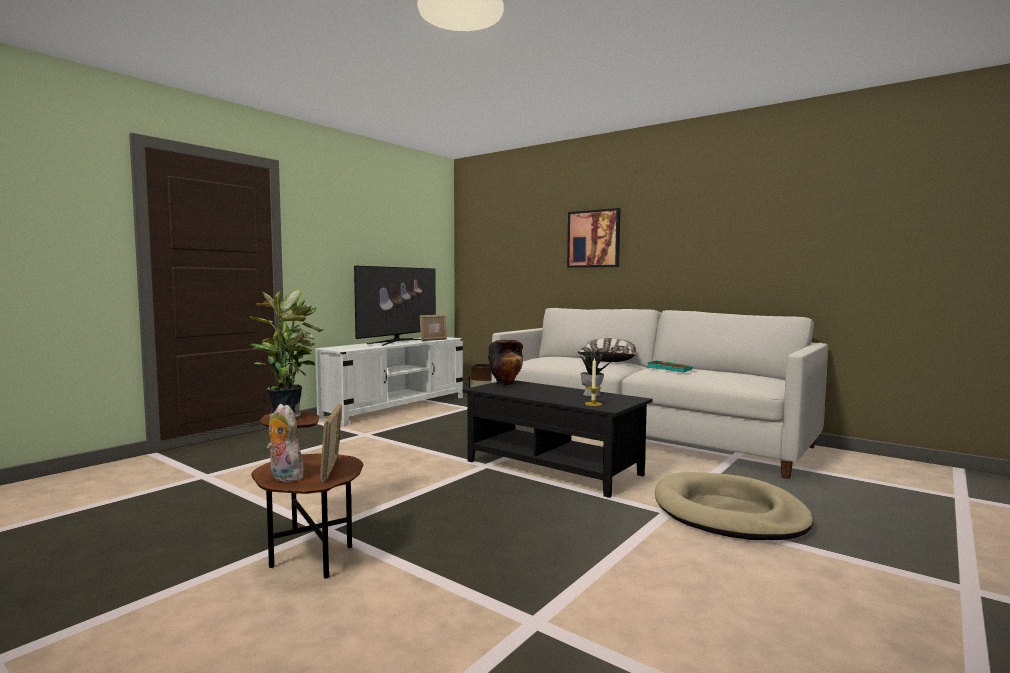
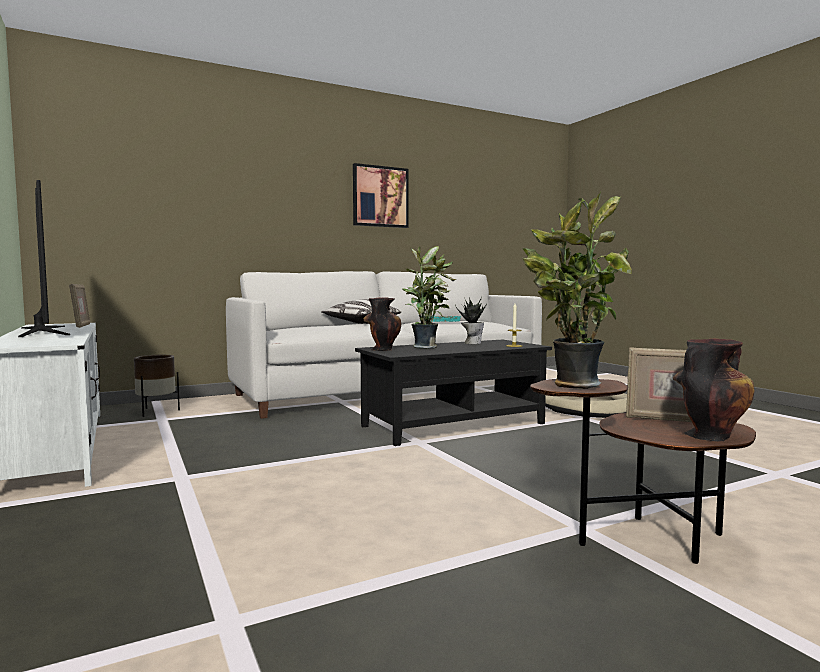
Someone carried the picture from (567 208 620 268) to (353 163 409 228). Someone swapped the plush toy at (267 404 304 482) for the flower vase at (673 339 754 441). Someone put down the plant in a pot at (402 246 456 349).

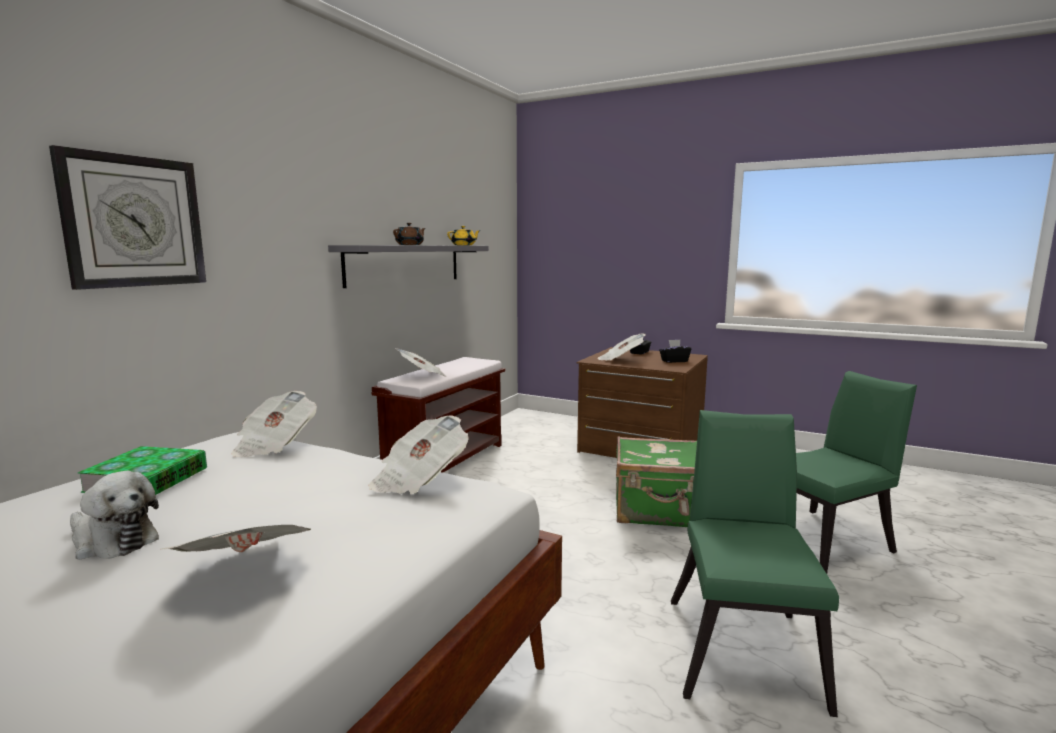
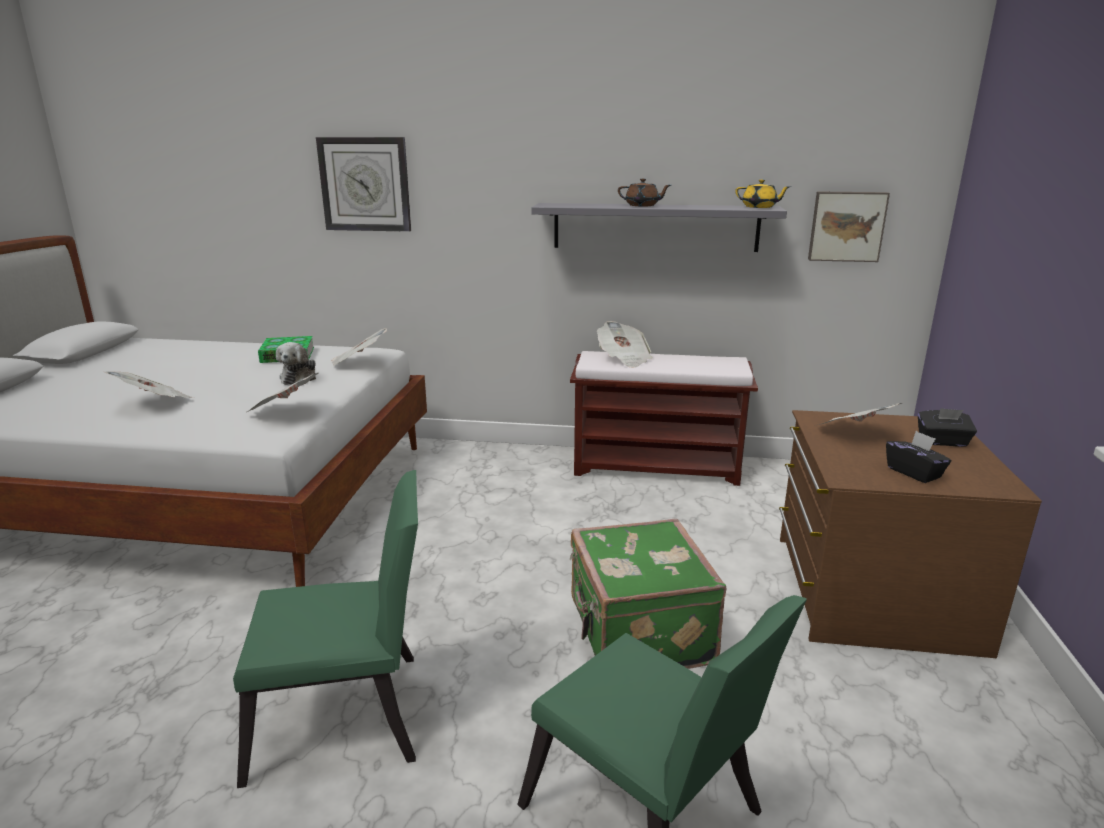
Someone carried the plush toy from (70 471 159 559) to (276 342 316 385). Someone put up the picture at (808 191 890 262).

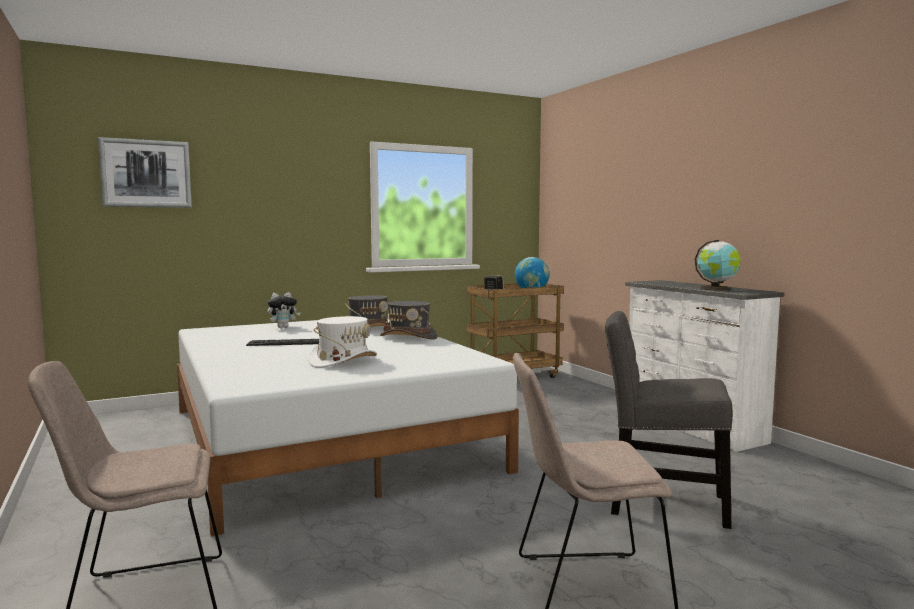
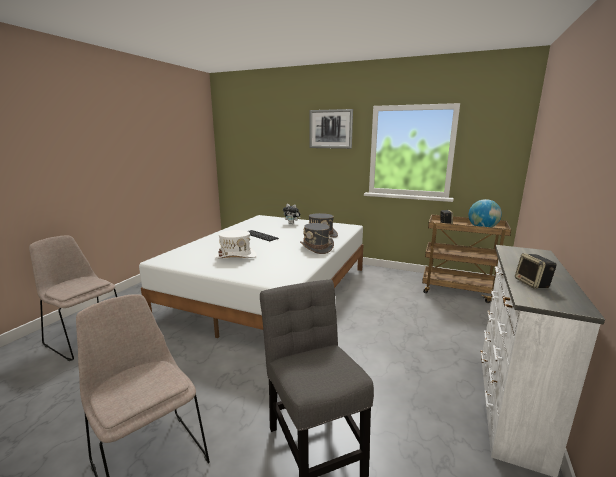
Someone carried the picture from (98 137 192 208) to (309 109 353 149). Someone swapped the globe at (695 240 741 291) for the speaker at (515 253 557 289).

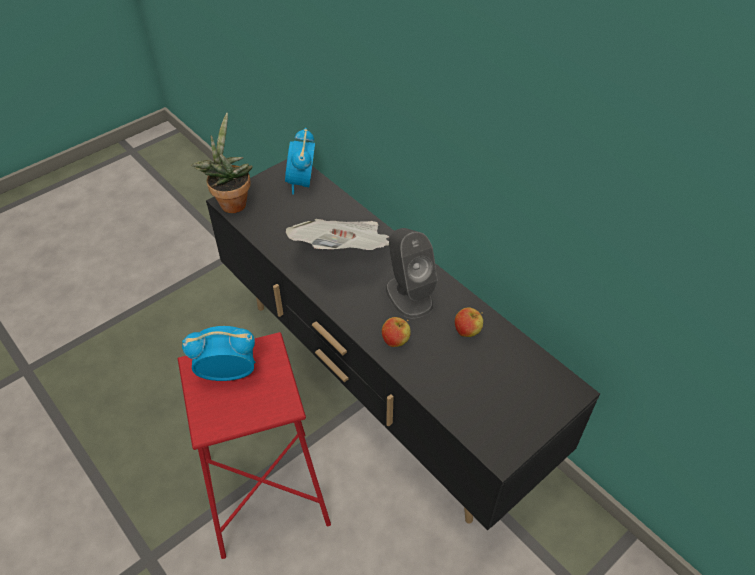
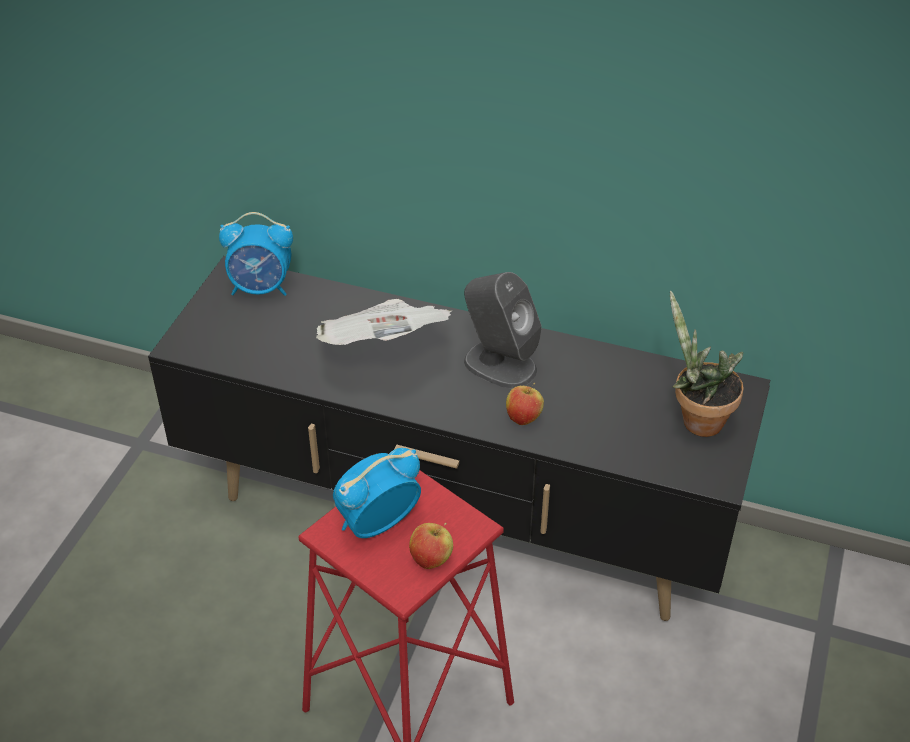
Someone carried the plant in a pot from (191 113 253 213) to (670 291 744 437). Someone rotated the bedside clock at (285 128 315 194) by 60 degrees counterclockwise. Someone carried the apple fruit from (455 307 483 337) to (409 523 453 569).

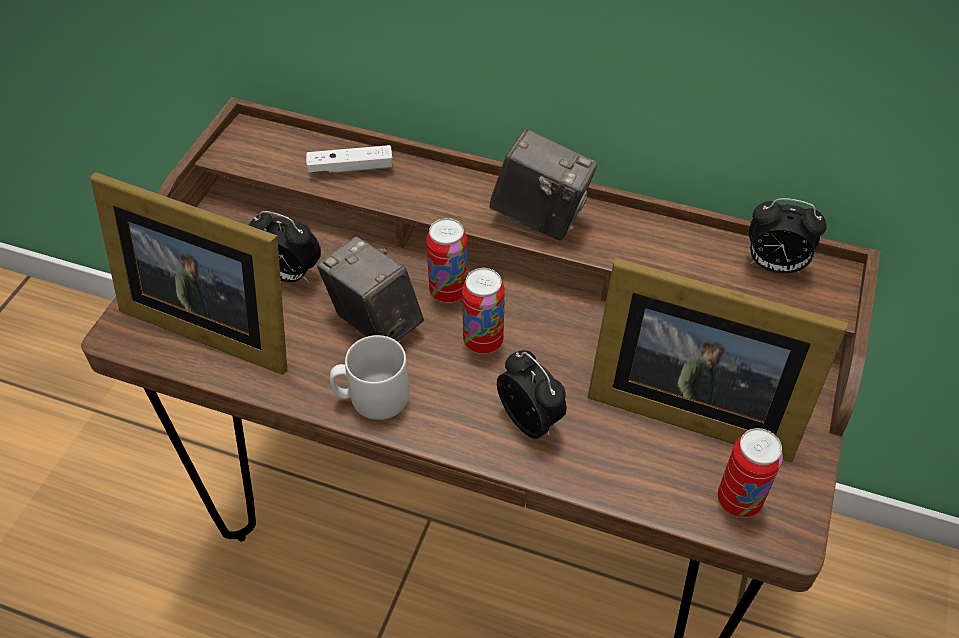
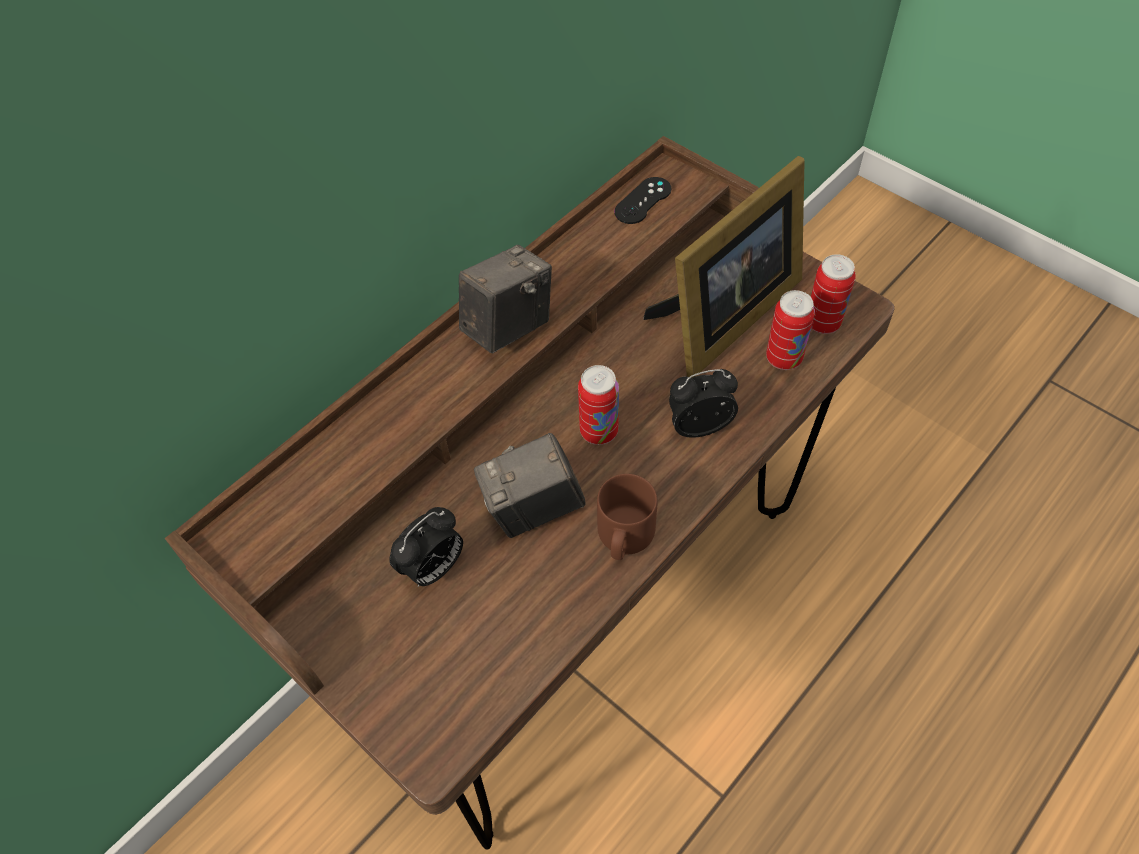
Someone took away the white joypad at (306 145 393 173). Someone took away the photo frame at (90 172 287 375). Someone swapped the bedside clock at (749 198 827 273) for the black-coloured joypad at (614 177 671 224). Someone carried the can from (426 218 468 303) to (766 290 815 370). Someone repainted the gray coffee mug at (330 335 410 420), which became the brown-coloured coffee mug at (597 474 658 560).

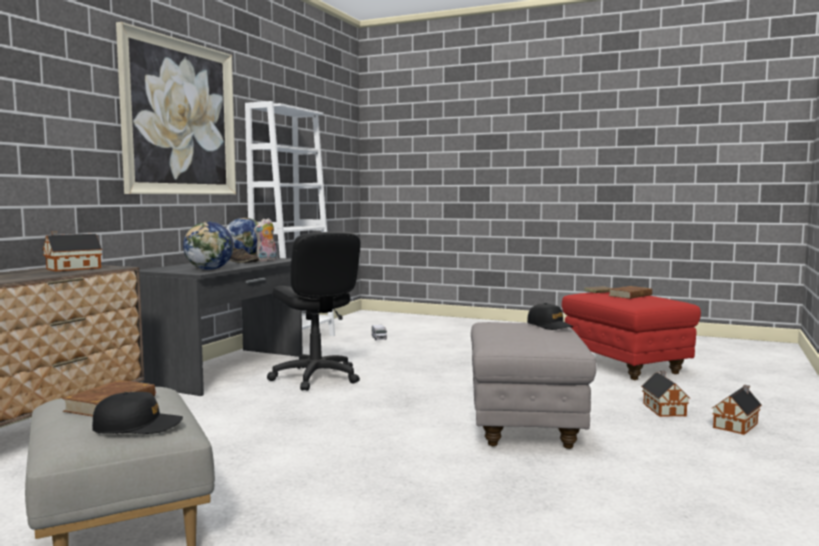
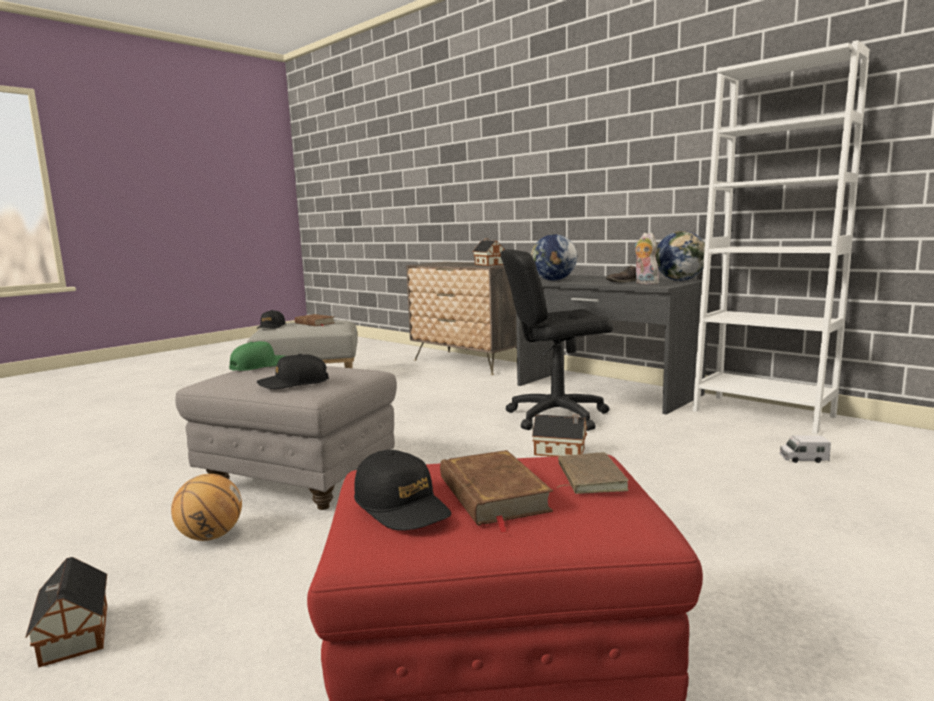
Someone took away the picture at (116 22 236 195). Someone carried the model house from (641 370 690 417) to (532 414 587 457). Someone put down the greenish peaked cap at (229 341 284 371). Someone put down the black-coloured peaked cap at (354 450 451 531). Someone put down the basketball ball at (171 474 242 541).

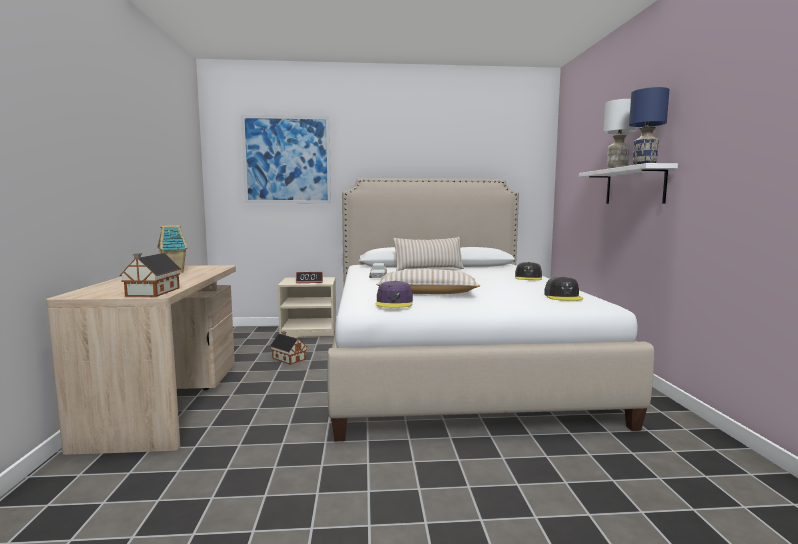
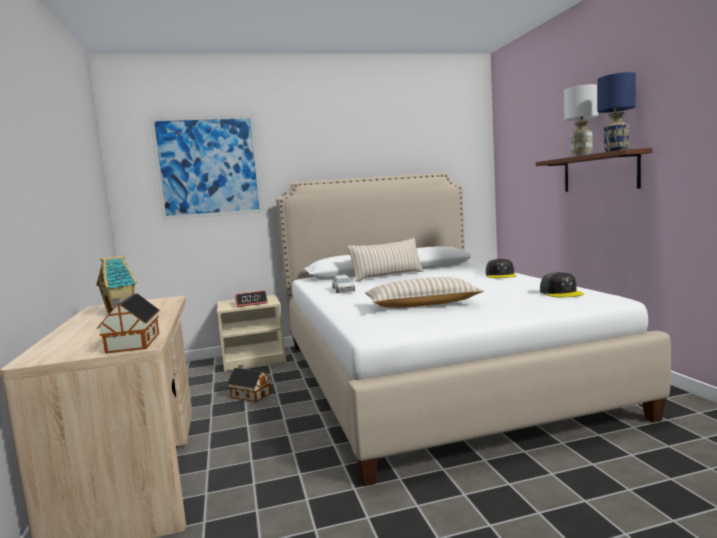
Someone repainted the white wall shelf at (579 163 678 204), which became the brown-coloured wall shelf at (536 148 653 192). Someone took away the purple peaked cap at (376 281 413 308).

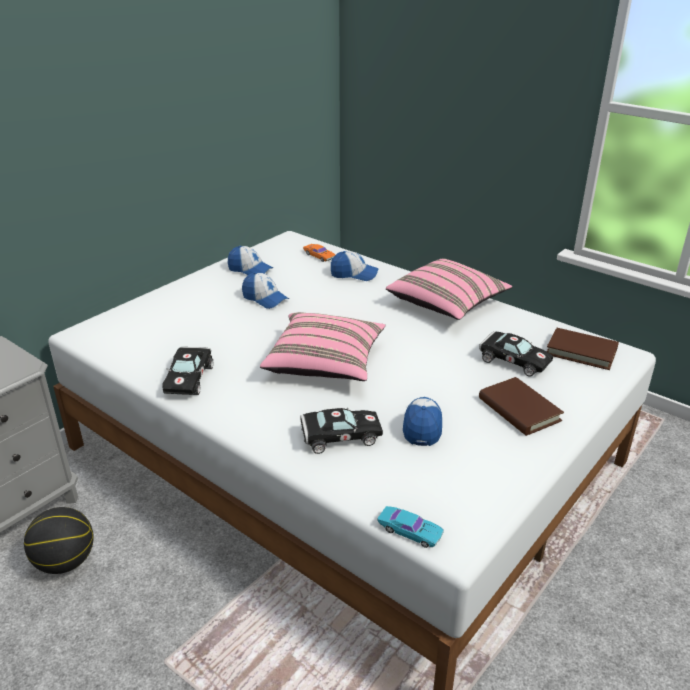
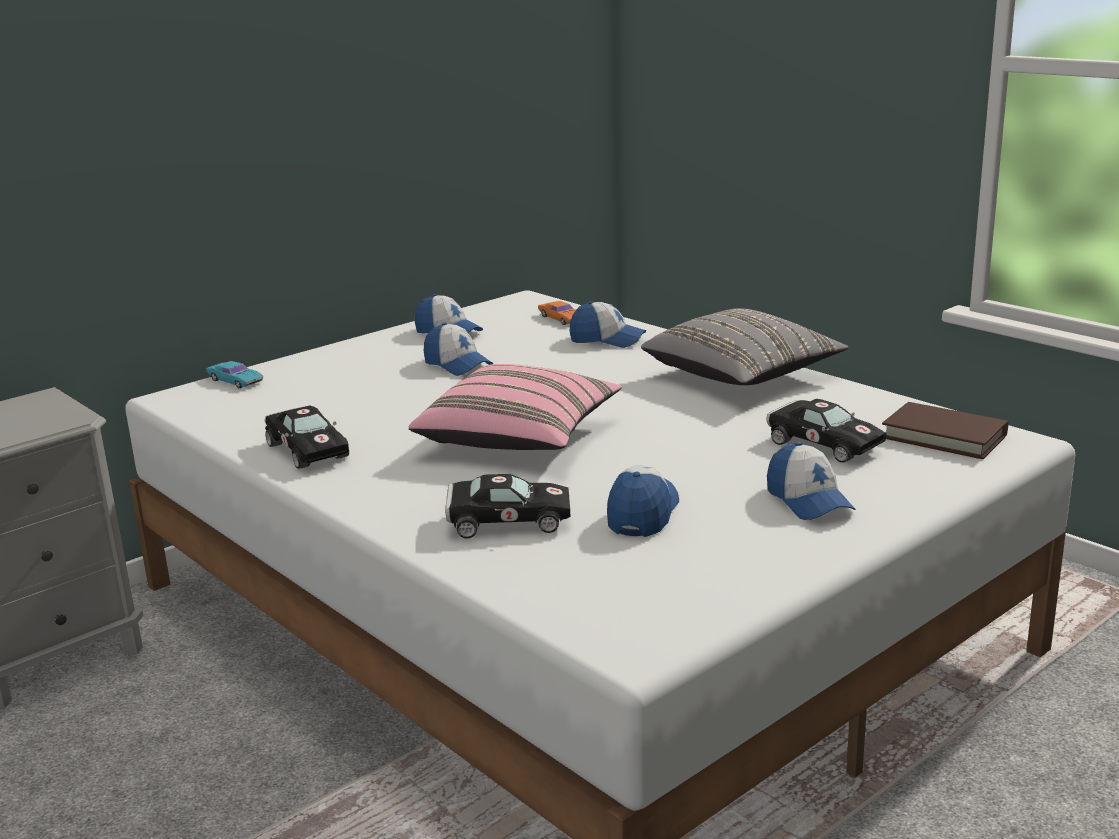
Someone repainted the pink-coloured throw pillow at (386 258 512 320), which became the gray throw pillow at (641 308 848 385). Someone rotated the black-coloured toy car at (162 347 213 395) by 45 degrees counterclockwise. Someone swapped the brown-coloured volume at (479 377 564 436) for the peaked cap at (767 442 856 520). Someone carried the turquoise toy car from (377 506 444 548) to (206 361 263 388). Someone took away the basketball ball at (24 507 94 574).

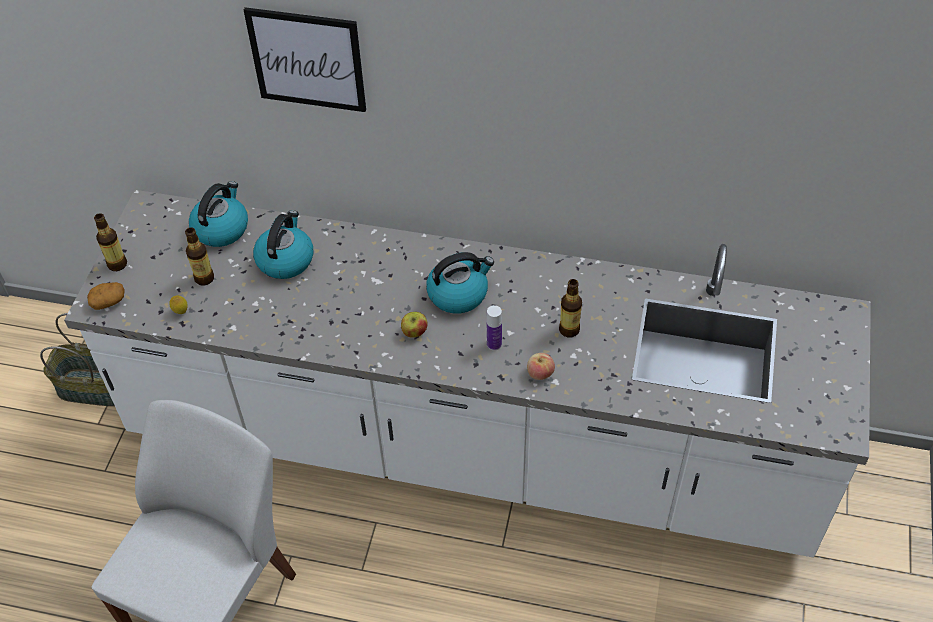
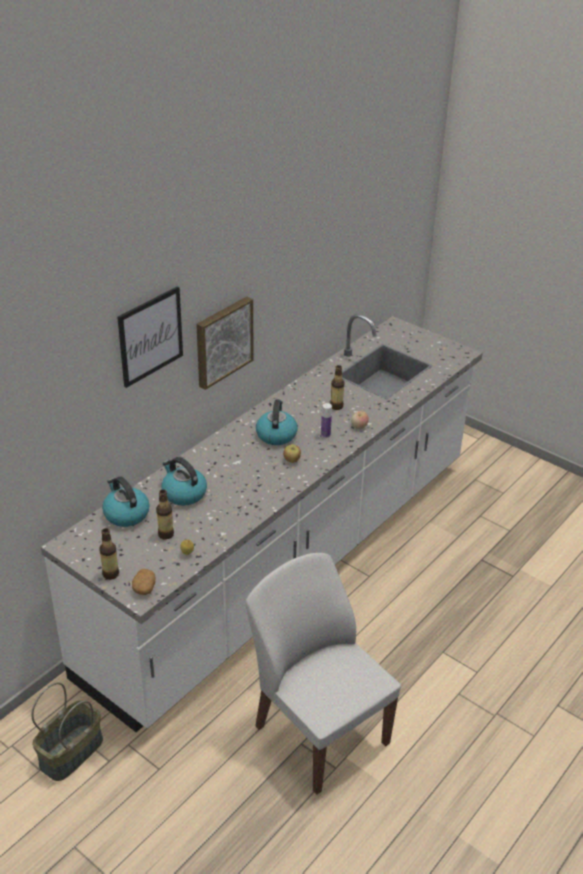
Someone put up the picture at (196 297 253 390).

